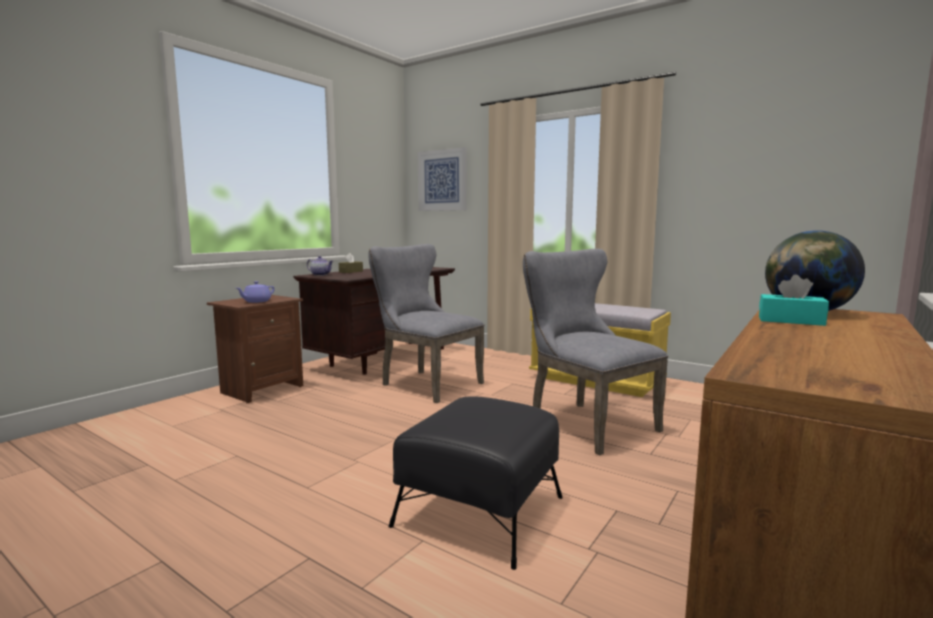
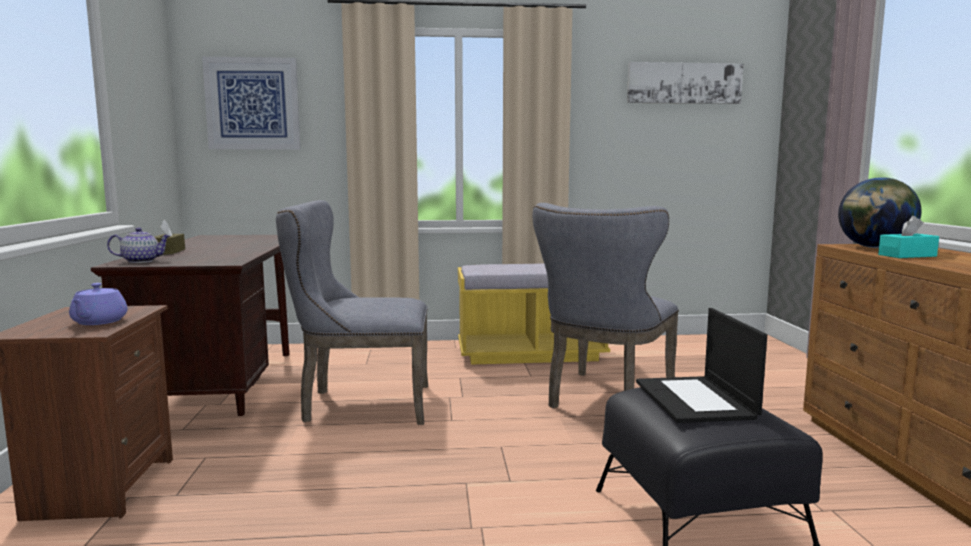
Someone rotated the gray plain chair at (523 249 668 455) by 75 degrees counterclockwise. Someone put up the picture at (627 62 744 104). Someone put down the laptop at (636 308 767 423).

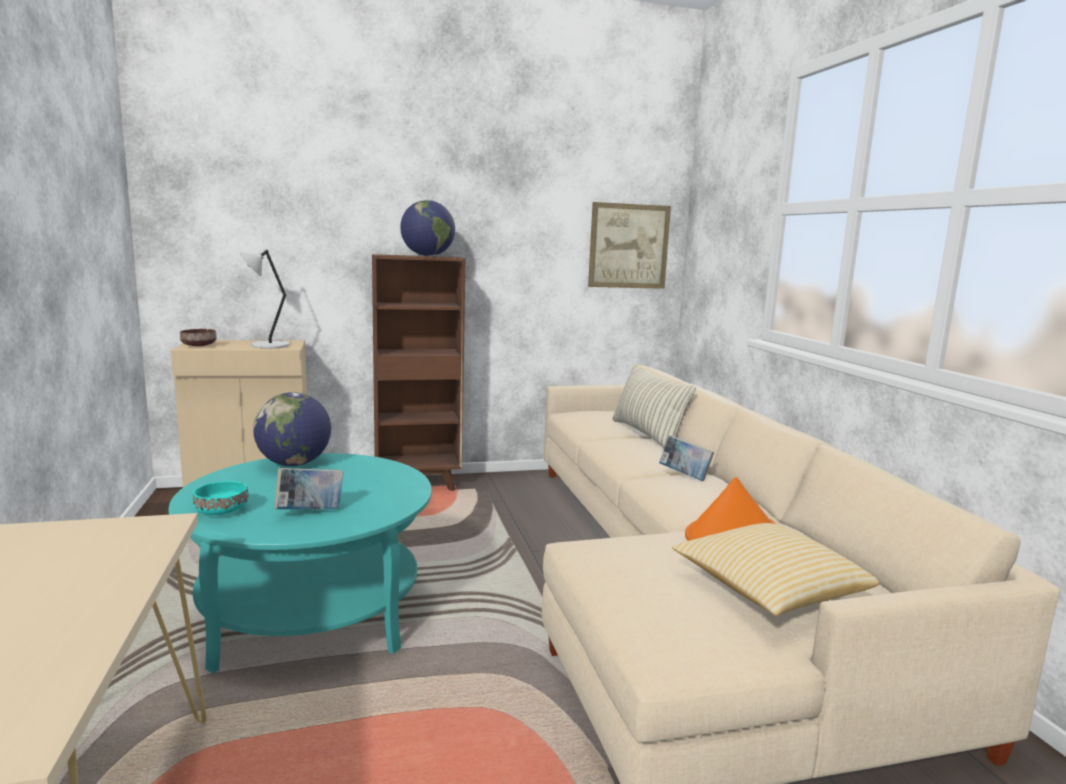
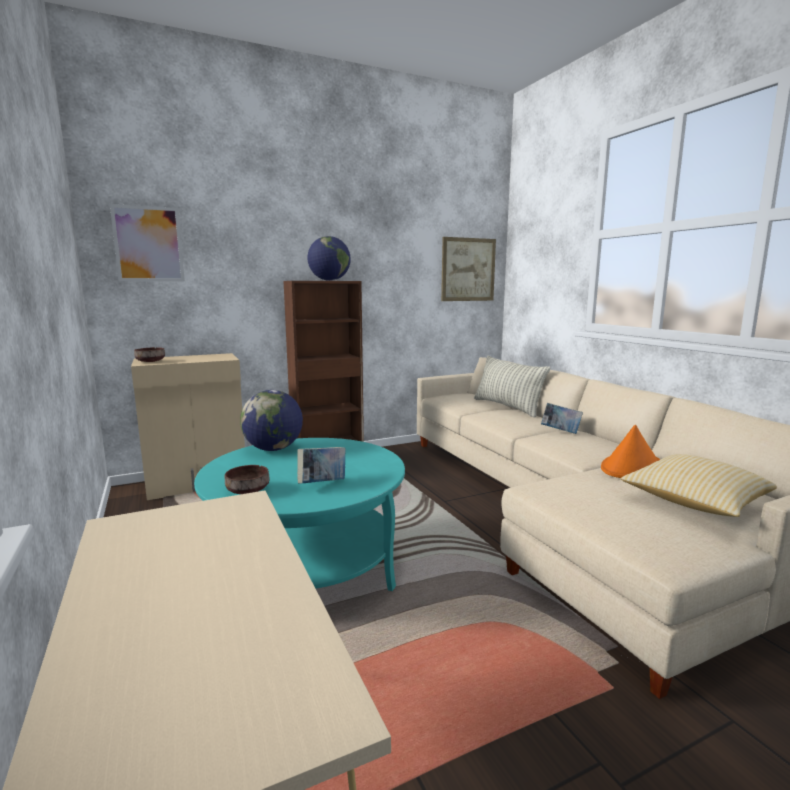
Someone took away the gray table lamp at (240 250 290 349). Someone repainted the turquoise serving bowl at (193 481 249 515), which became the brown-coloured serving bowl at (225 465 269 494). Someone put up the picture at (110 204 185 282).

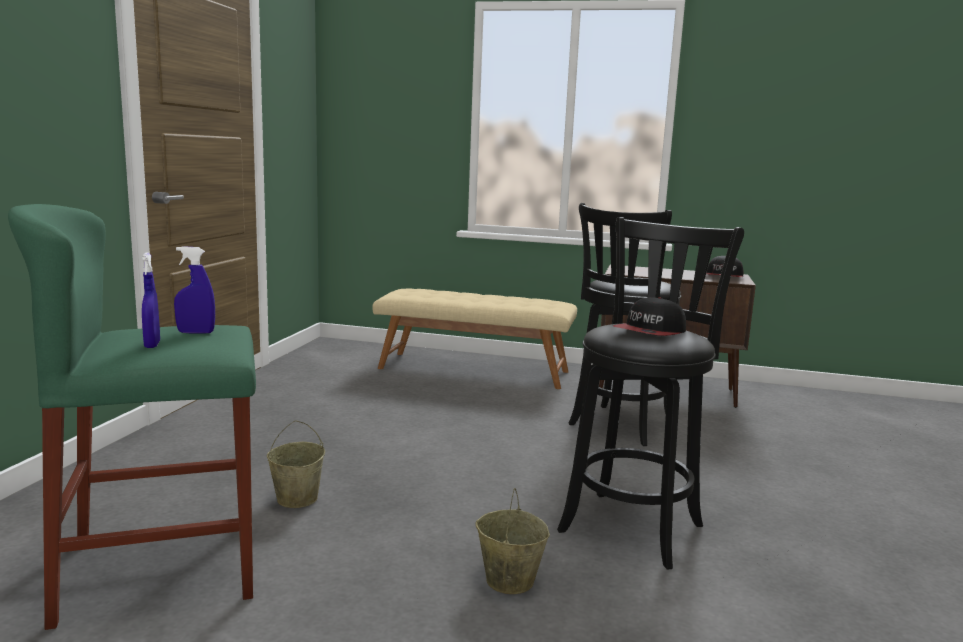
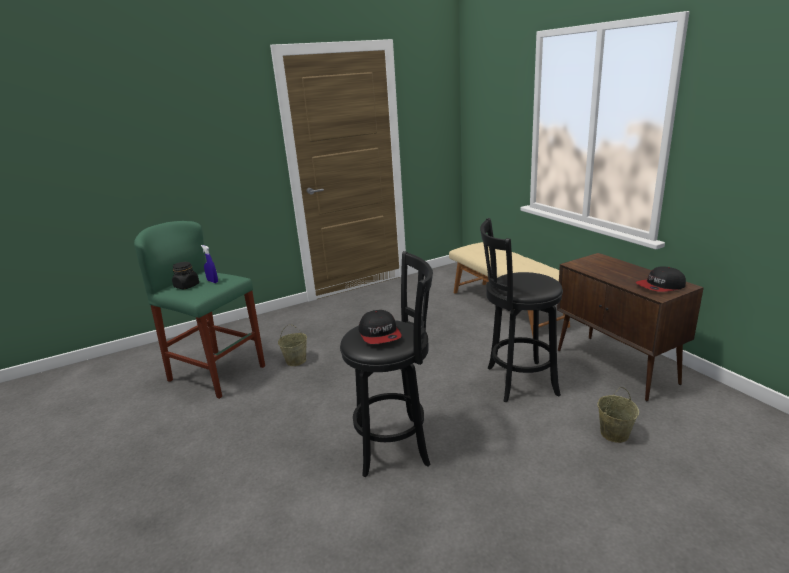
Someone swapped the blue sprayer at (142 252 160 348) for the black-coloured jar at (172 262 199 289). Someone rotated the peaked cap at (613 297 686 336) by 105 degrees counterclockwise. Someone carried the beige bucket from (475 488 550 594) to (597 387 639 443).

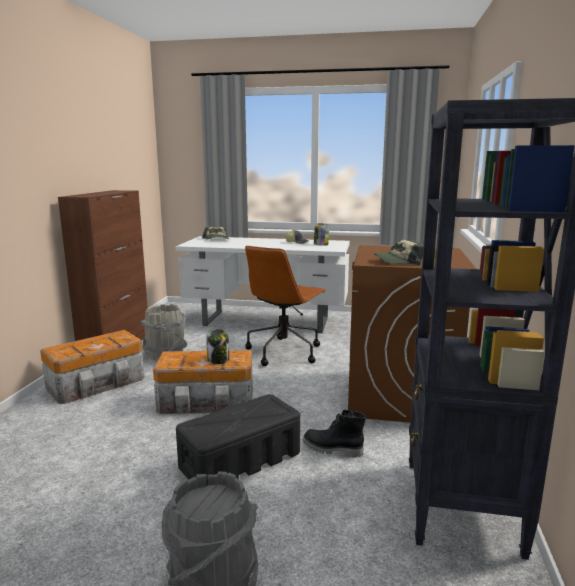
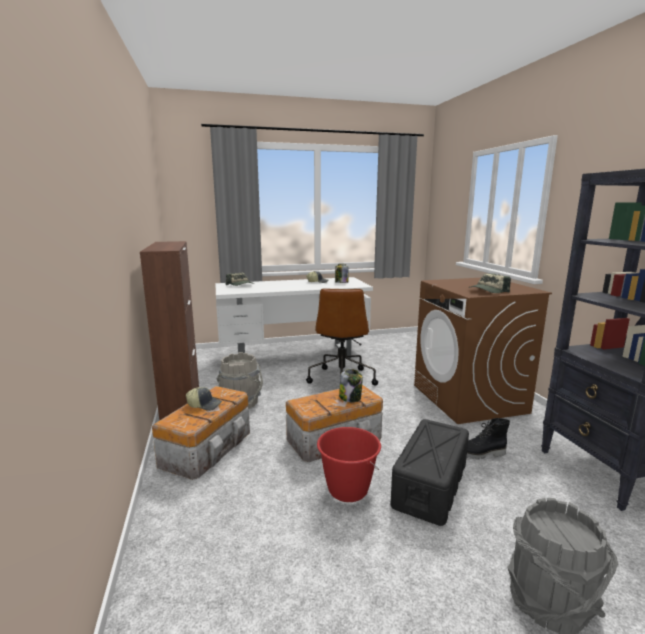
Someone put down the peaked cap at (186 387 222 411). Someone put down the red-coloured bucket at (317 427 381 502).

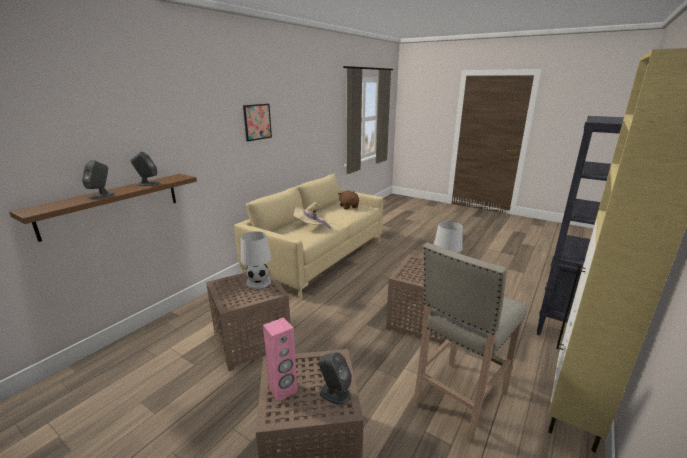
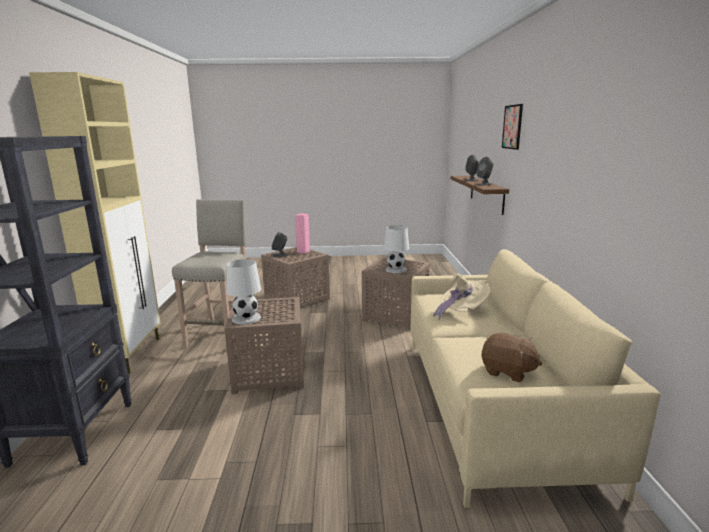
Someone carried the picture from (243 104 272 142) to (502 104 523 150).

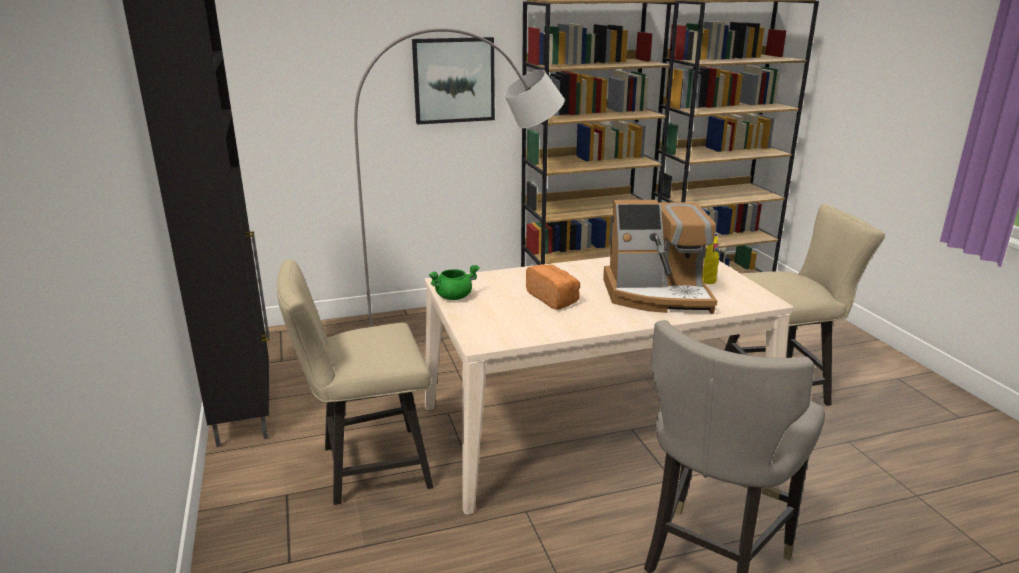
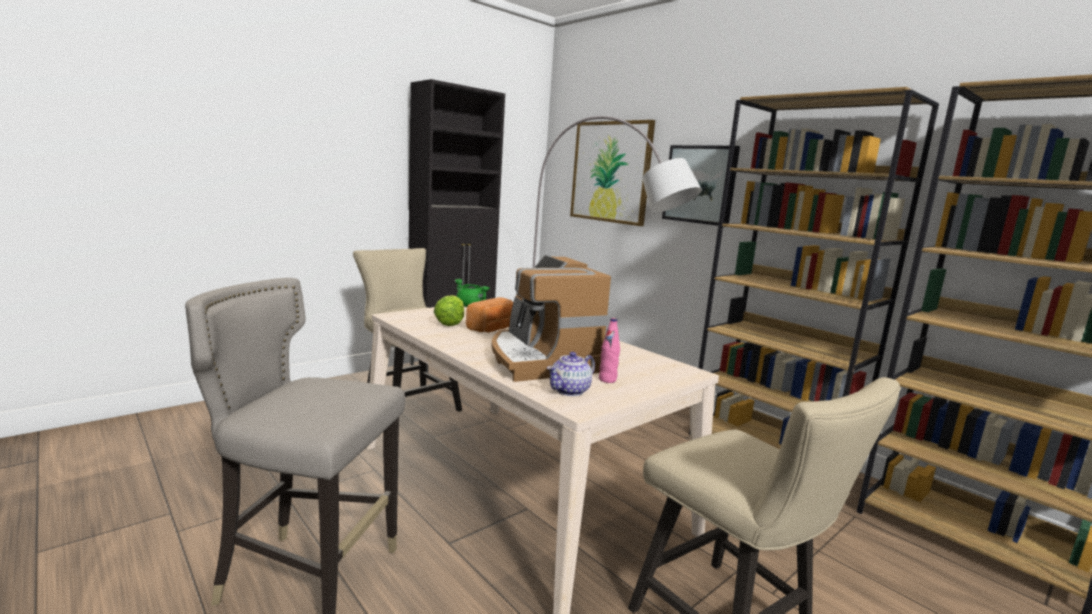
Someone repainted the yellow-coloured bottle at (703 233 720 284), which became the pink-coloured bottle at (599 318 620 383). Someone put up the picture at (570 120 655 226). Someone put down the lettuce head at (434 295 464 326). Someone put down the teapot at (547 352 595 396).

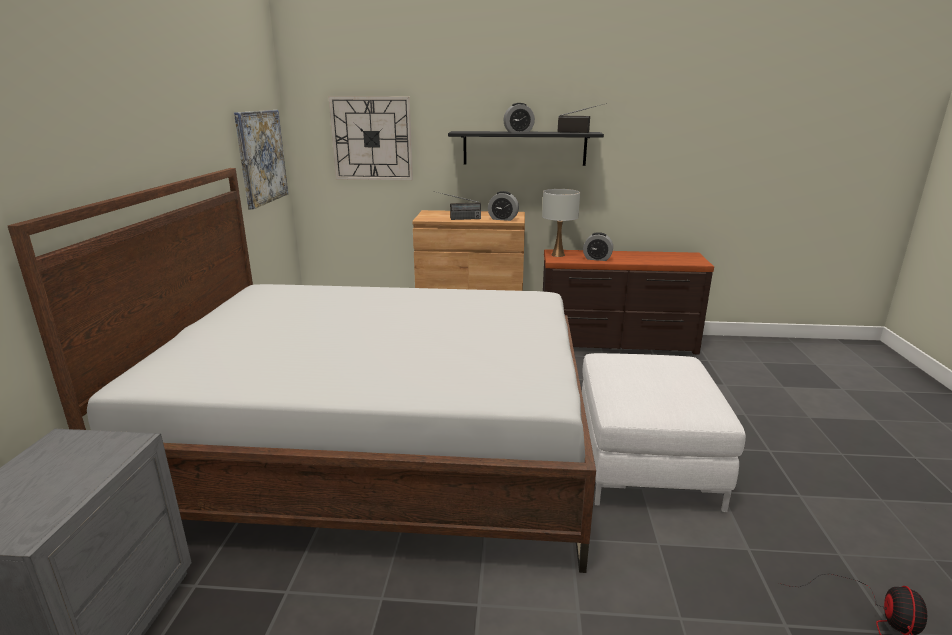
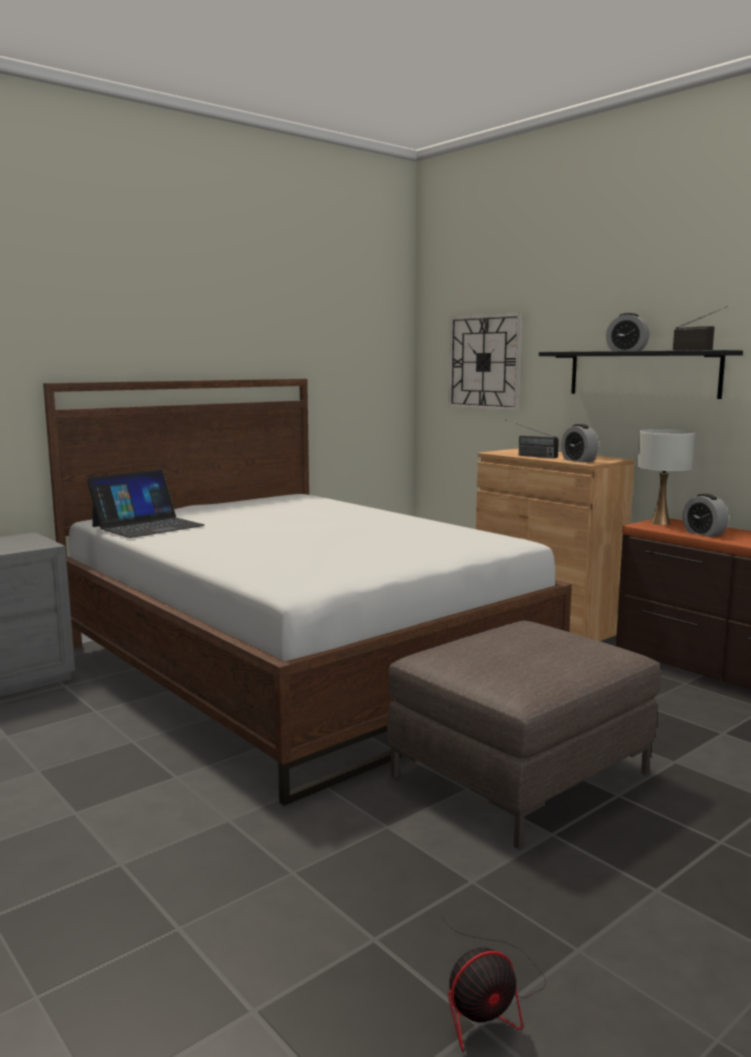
Someone took away the picture at (234 110 288 209). Someone repainted the white pouffe at (582 353 746 512), which became the brown-coloured pouffe at (387 621 660 849). Someone put down the laptop at (87 470 205 538).

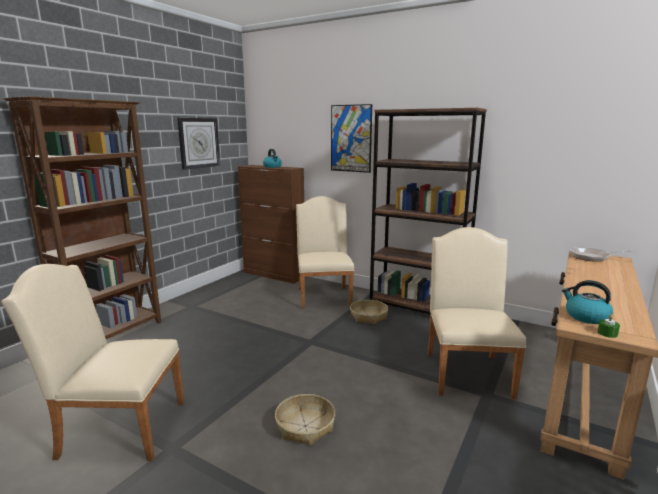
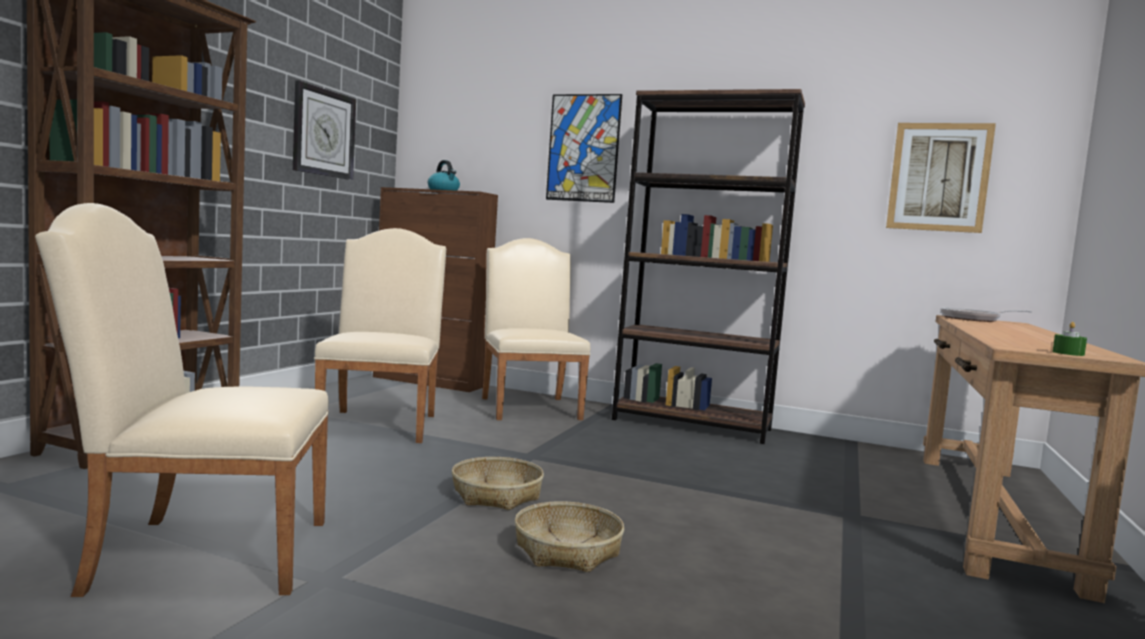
Someone carried the beige plain chair from (428 227 526 400) to (314 228 446 443). Someone took away the water kettle at (562 280 613 324). Someone carried the household basket from (350 300 388 324) to (452 457 544 510). Someone put up the picture at (886 123 996 233).

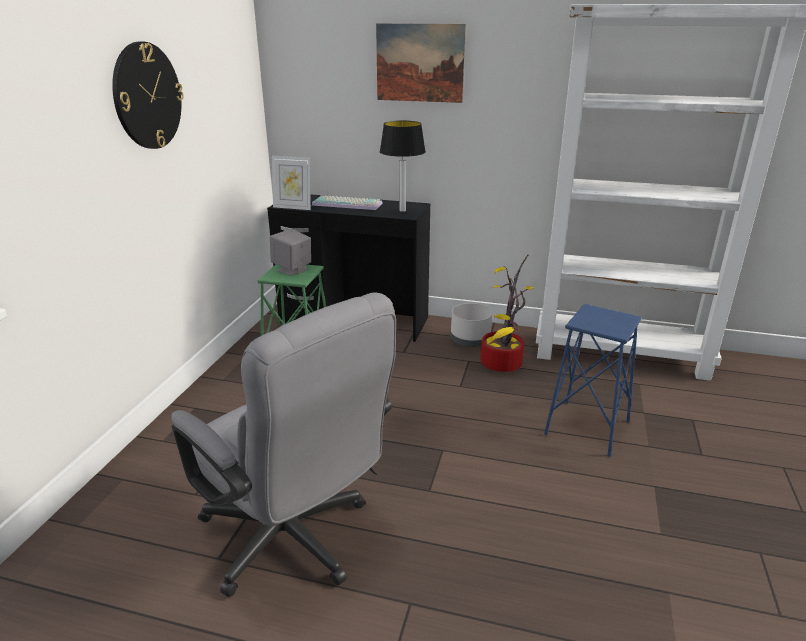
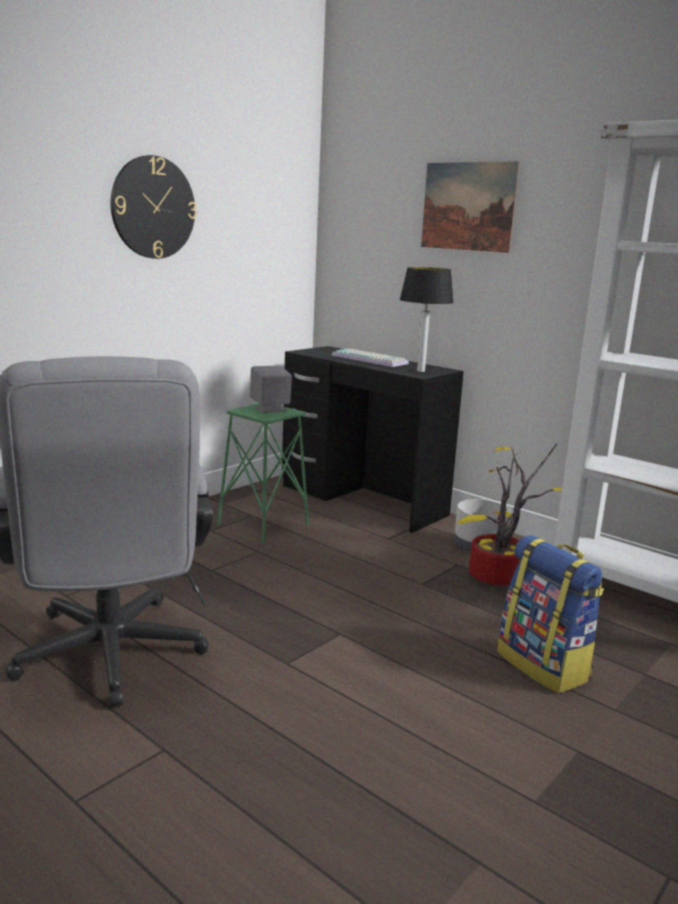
Someone took away the photo frame at (272 155 311 210). Someone swapped the blue stool at (544 304 642 457) for the knapsack at (497 535 604 693).

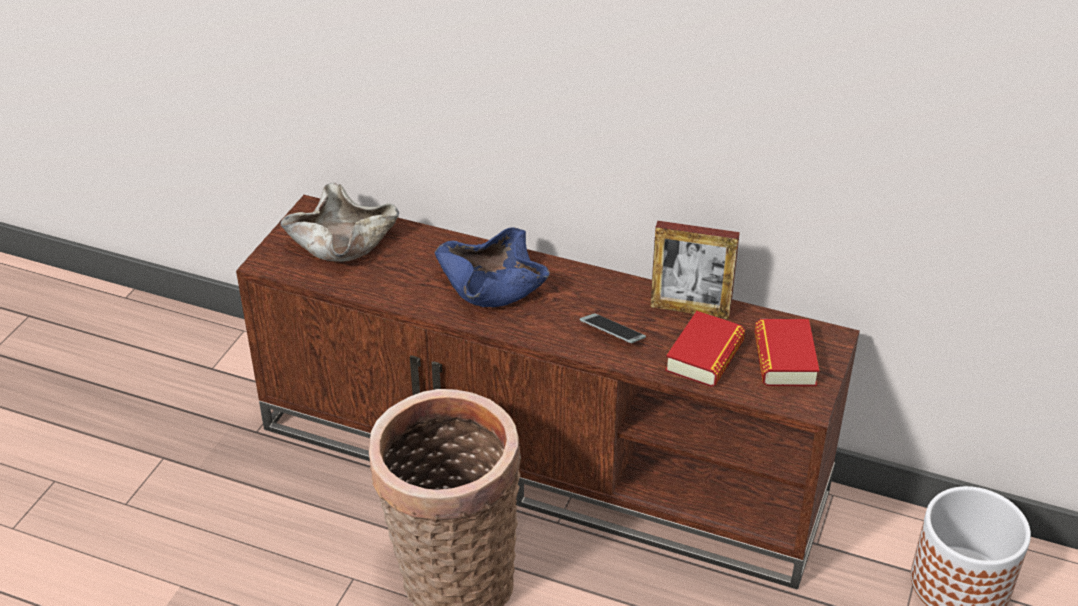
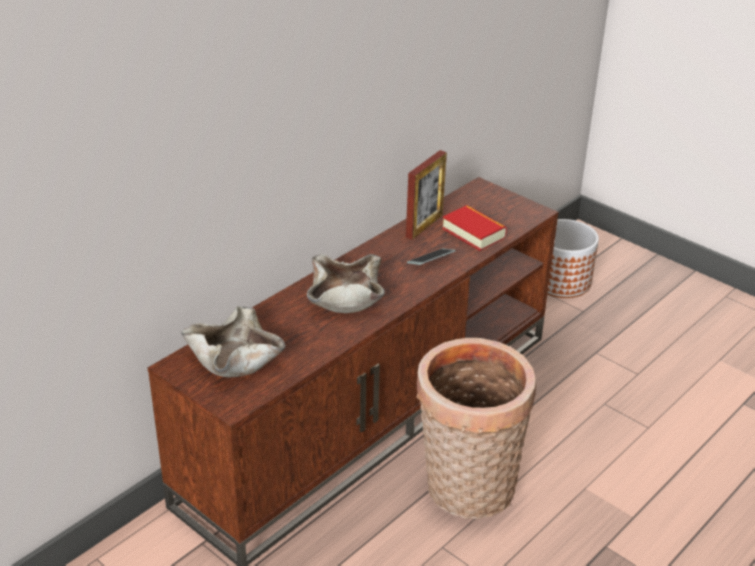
Someone repainted the blue serving bowl at (435 228 550 307), which became the beige serving bowl at (307 254 385 313). Someone took away the volume at (754 319 820 386).

